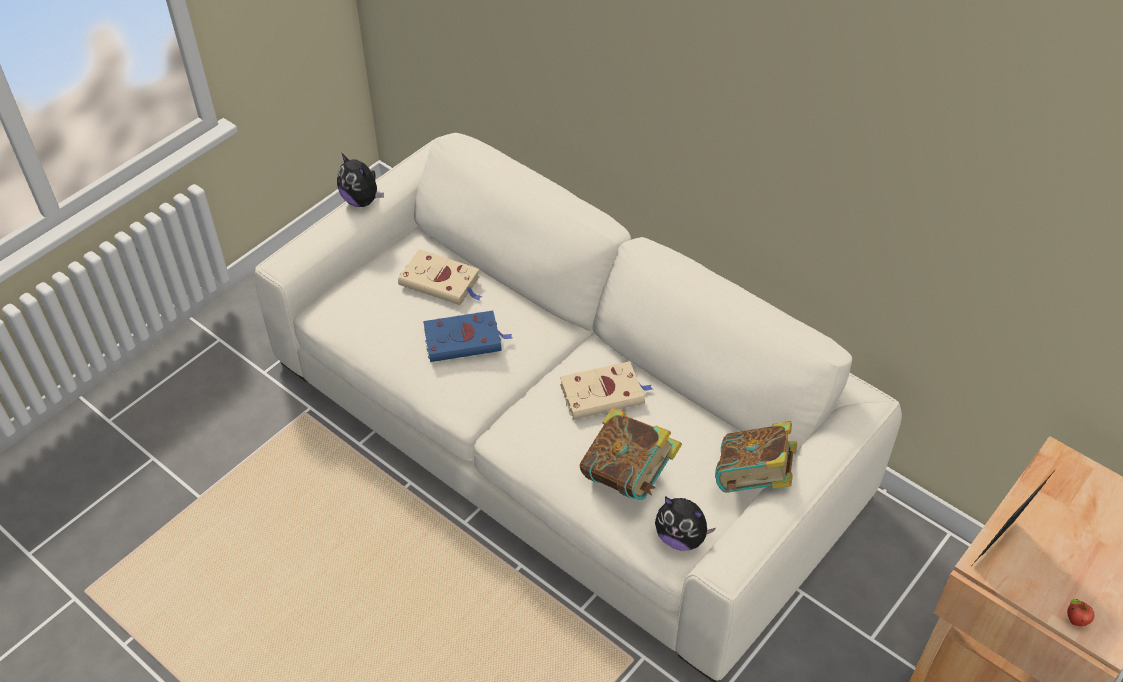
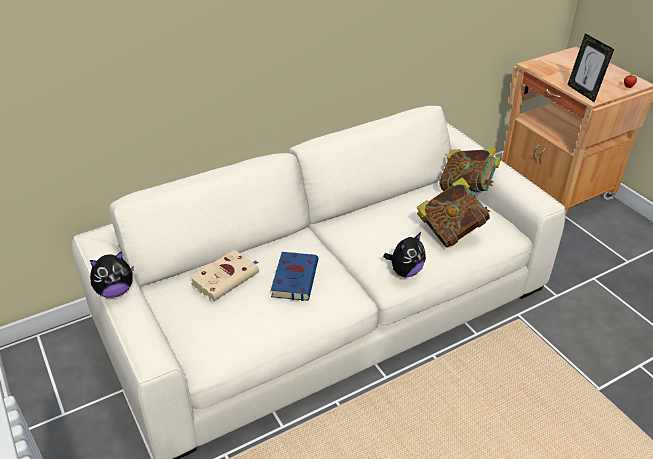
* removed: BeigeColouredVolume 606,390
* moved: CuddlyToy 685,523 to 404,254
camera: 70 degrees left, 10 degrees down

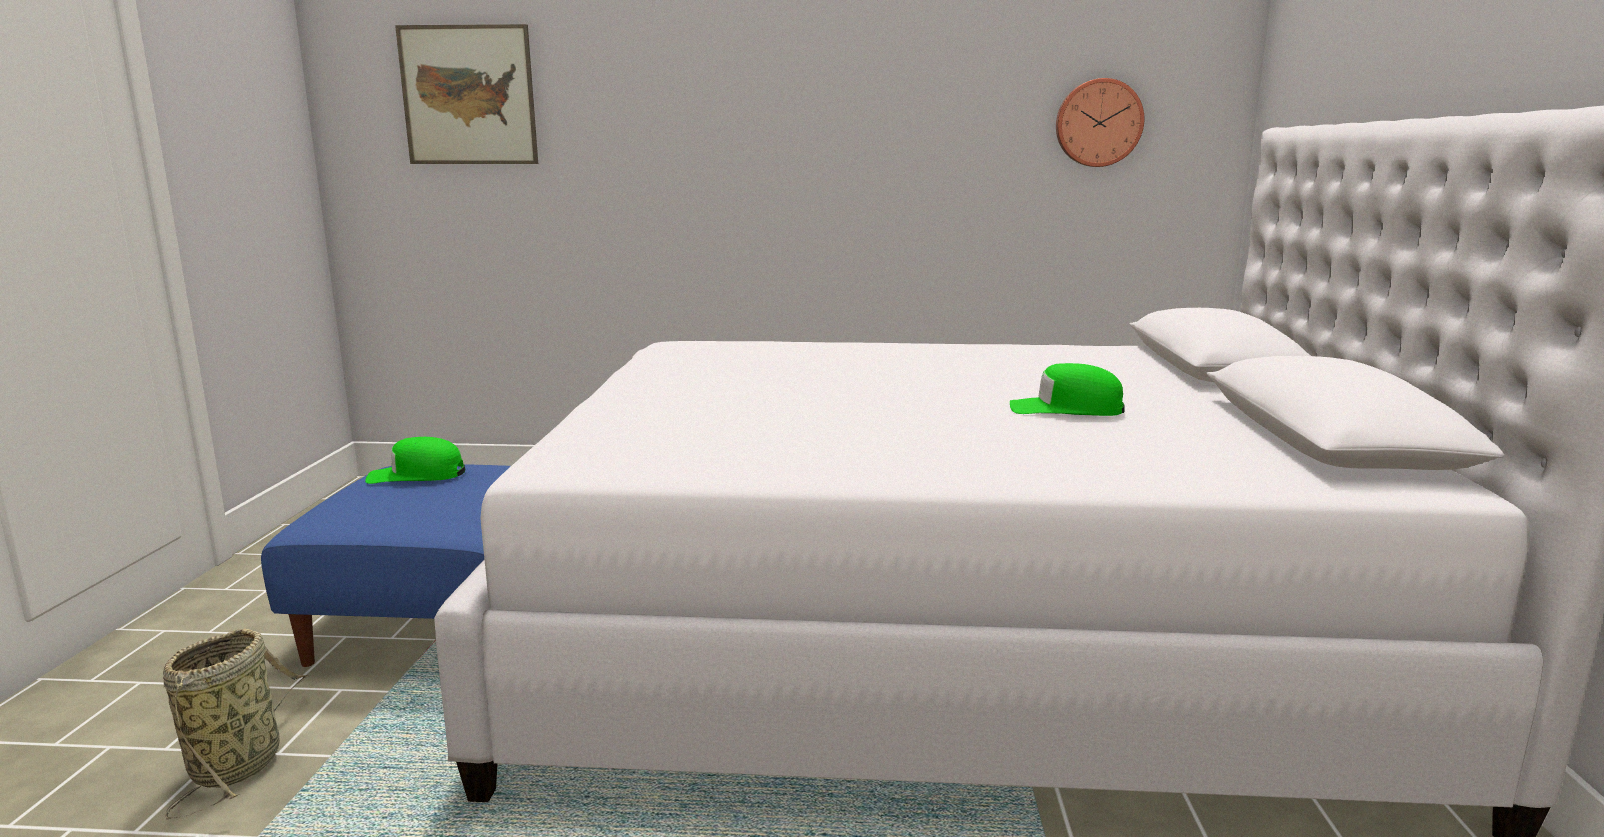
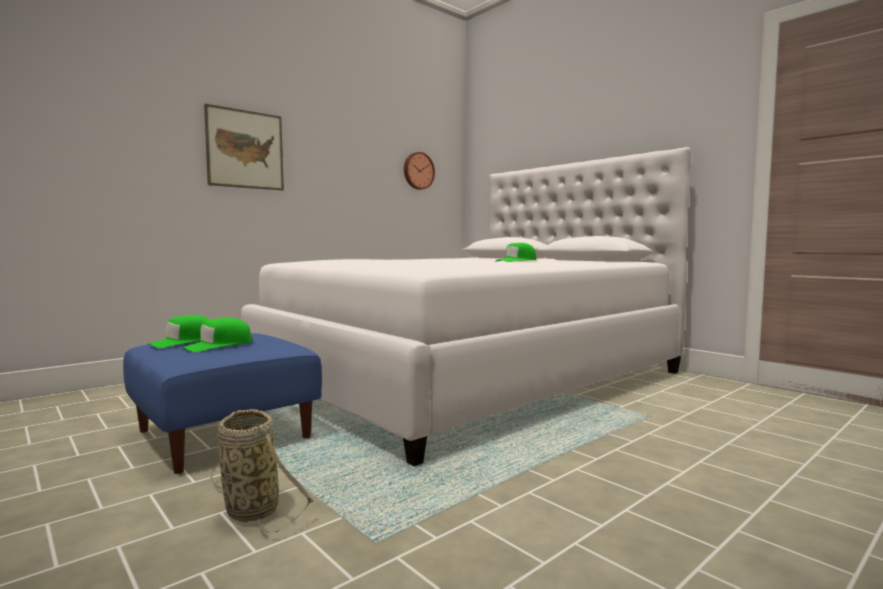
* added: GreenPeakedCap 217,335
* moved: Picture 466,94 to 244,147
camera: 45 degrees left, 10 degrees down

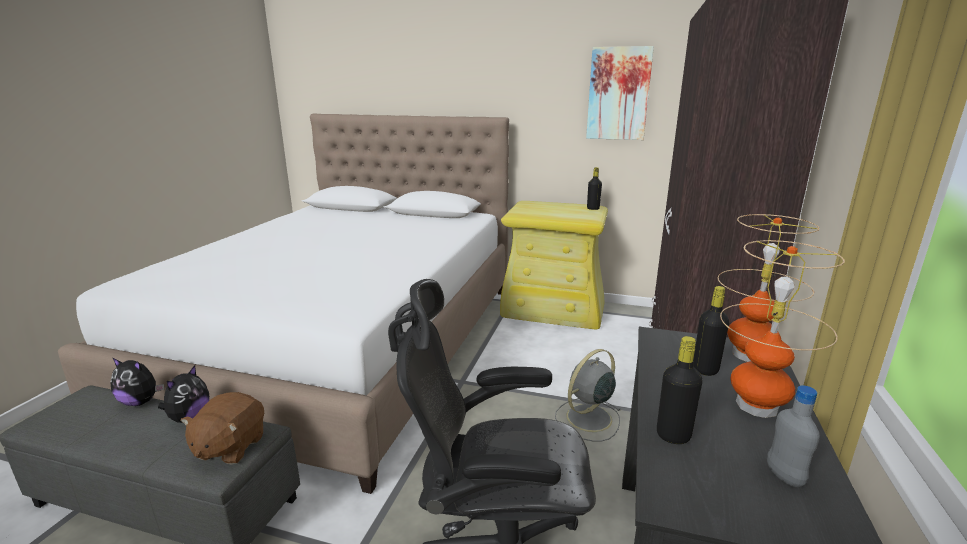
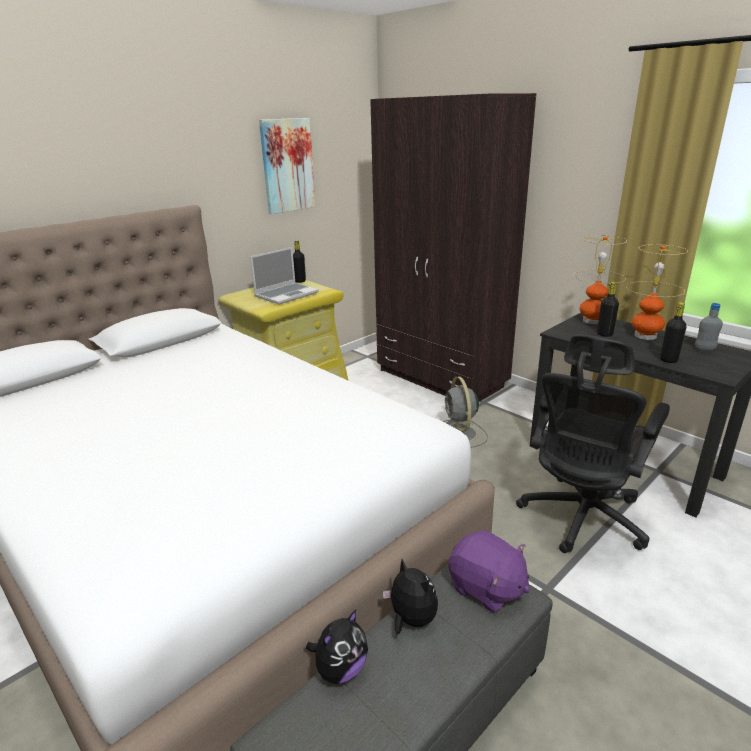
* added: PortableComputer 284,276
* recoloured: BrownCuddlyToy 222,428 to PurplishCuddlyToy 489,571
camera: 60 degrees left, 5 degrees up

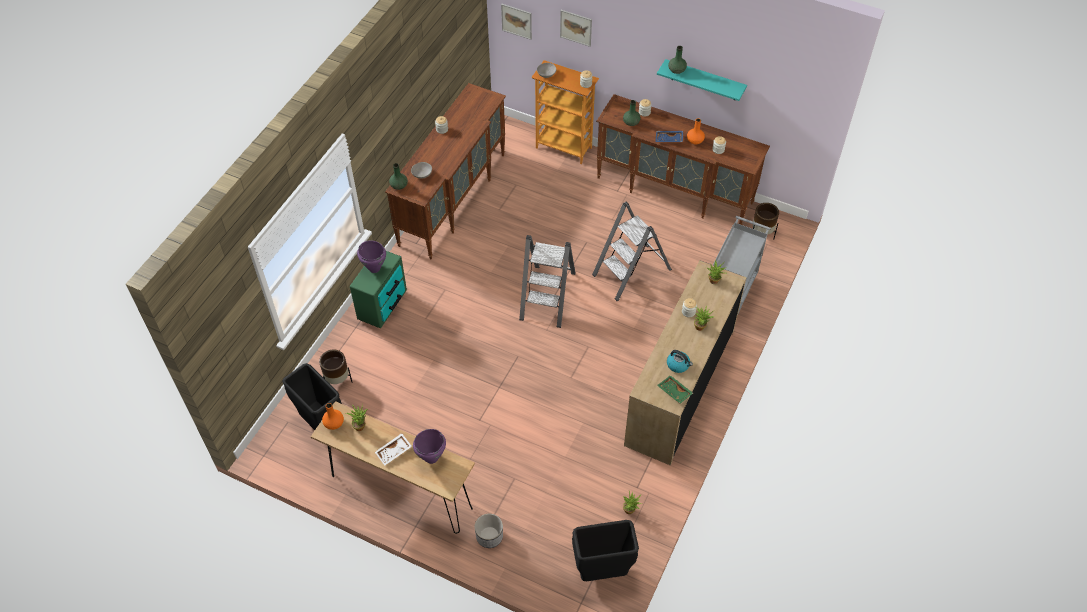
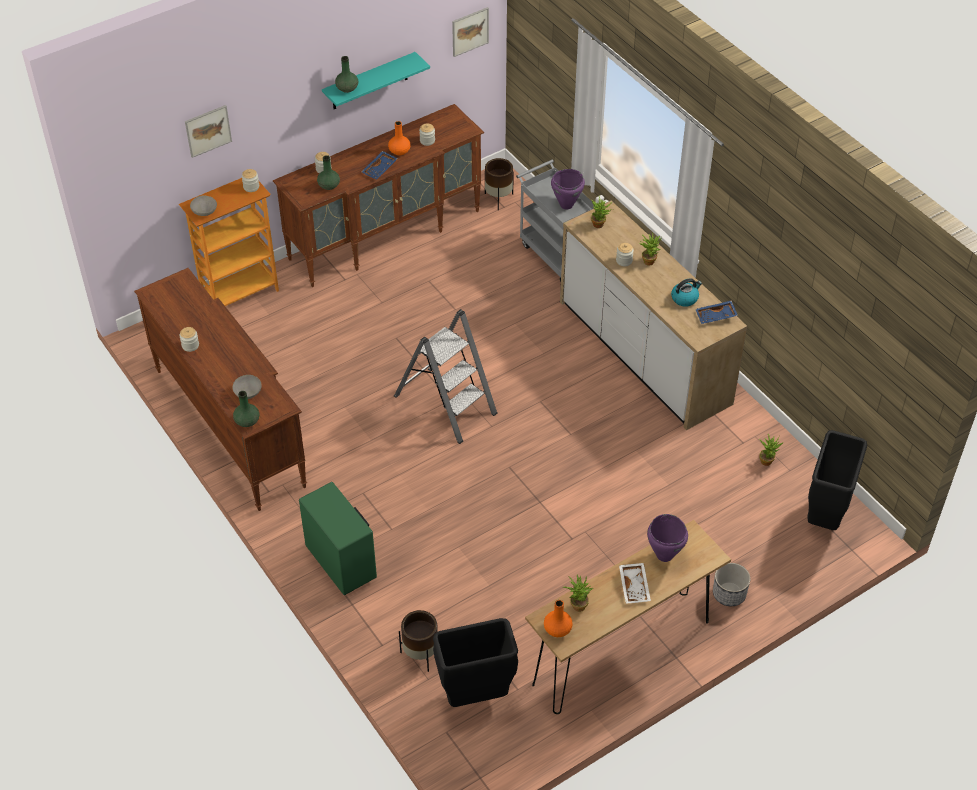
* removed: GreyStepLadder 632,251
* moved: PurplishSaucepot 371,257 to 568,189
* moved: Picture 516,22 to 470,32
* recoloured: GreenServingTray 675,389 to BlueColouredServingTray 716,312
camera: 60 degrees left, 5 degrees down

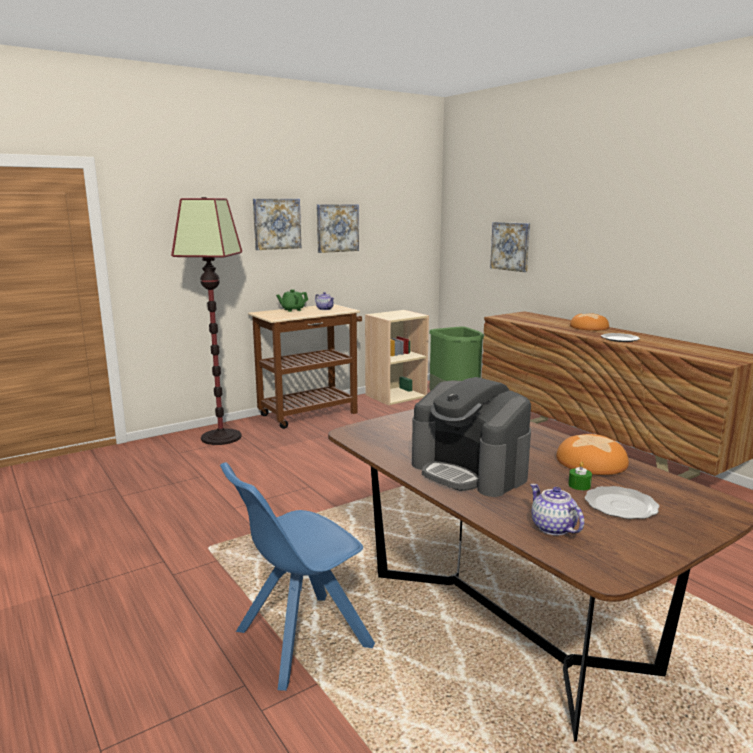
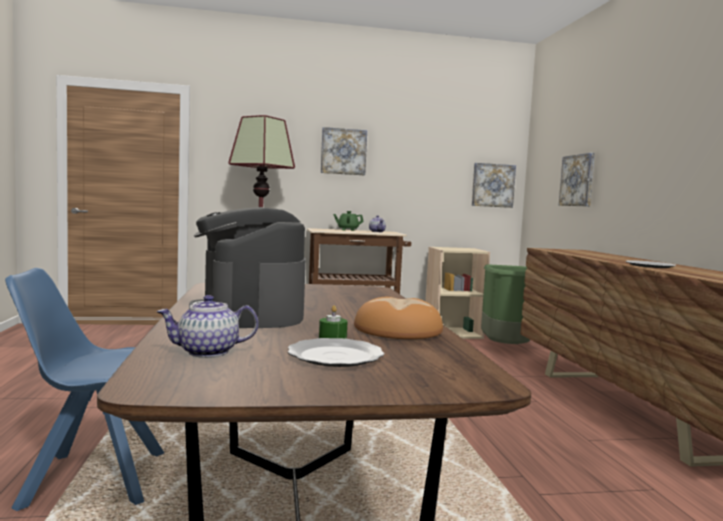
* removed: BakedBread 589,322
* moved: Picture 338,228 to 494,185
* turned: Teapot 557,510 = 207,326 105 degrees counterclockwise
camera: 25 degrees right, 10 degrees down

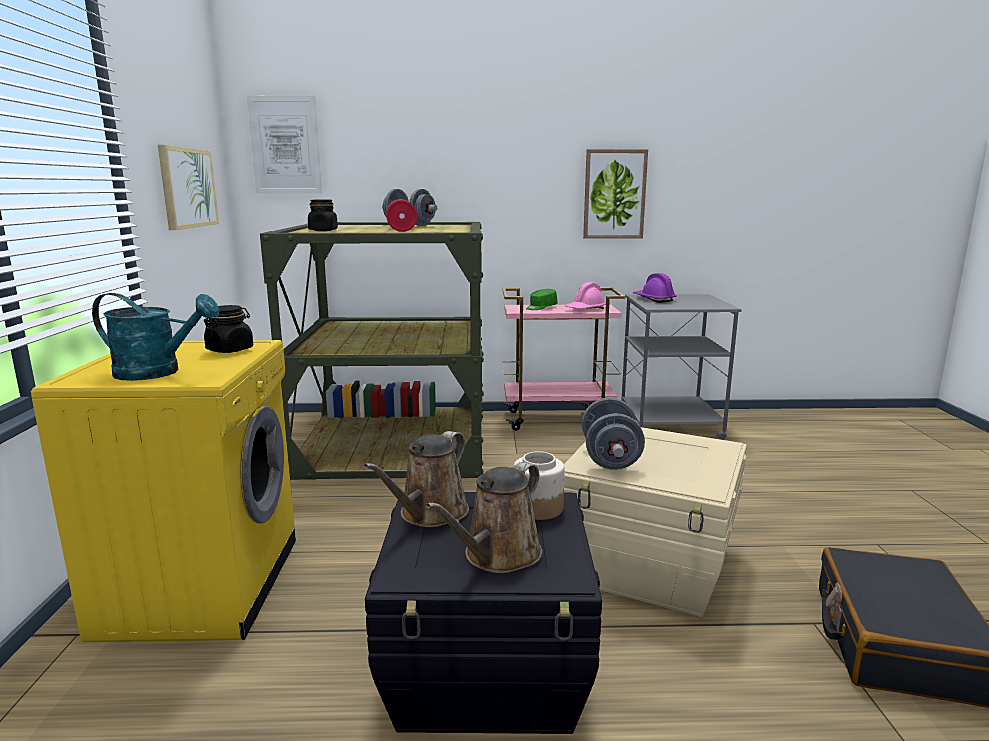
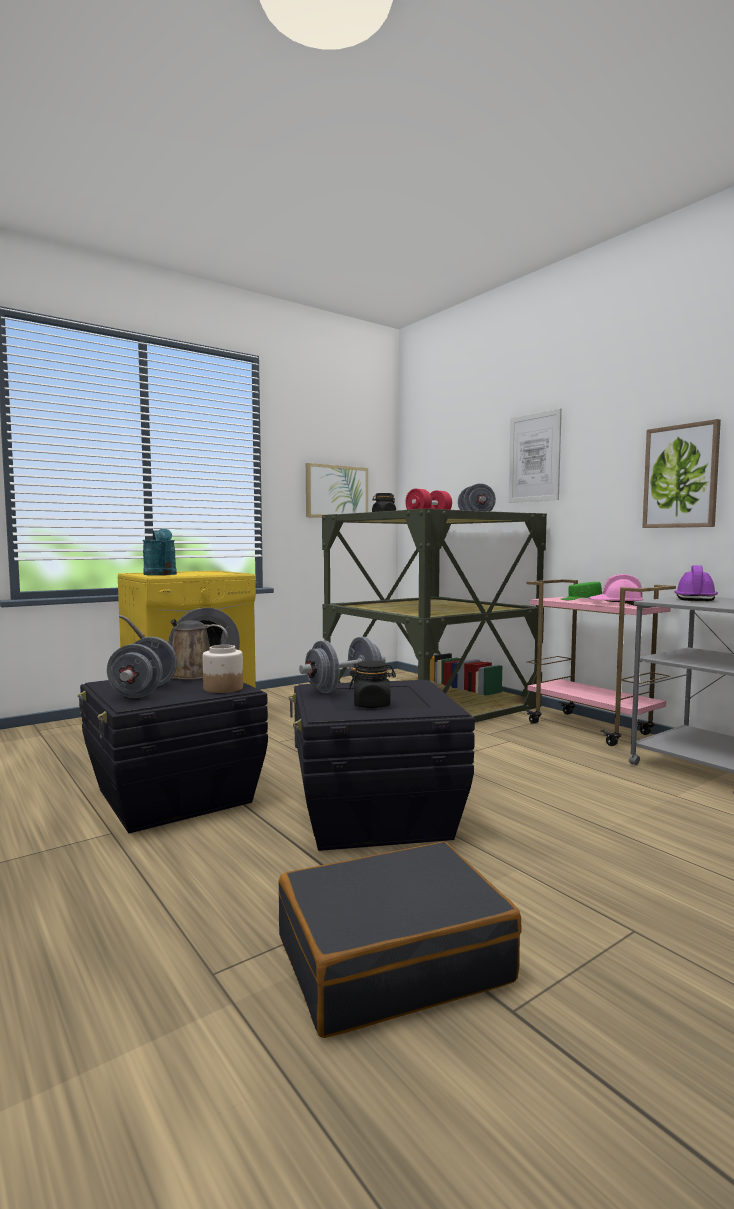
* moved: BlackColouredPreserveJar 228,329 to 372,684
* moved: Picture 284,145 to 535,456
* replaced: BrownSprinklingCan 484,517 to GreyFreeWeight 142,667
* recoloured: BeigeColouredStorageContainer 655,522 to BlackColouredStorageContainer 382,765
camera: 55 degrees right, 10 degrees down

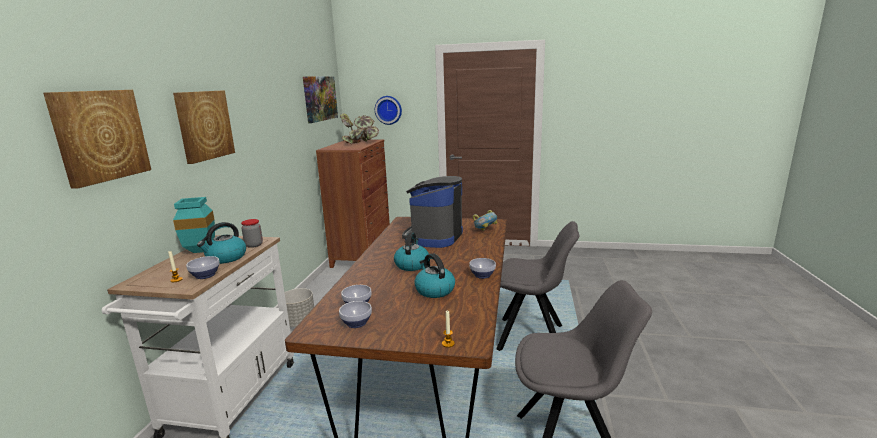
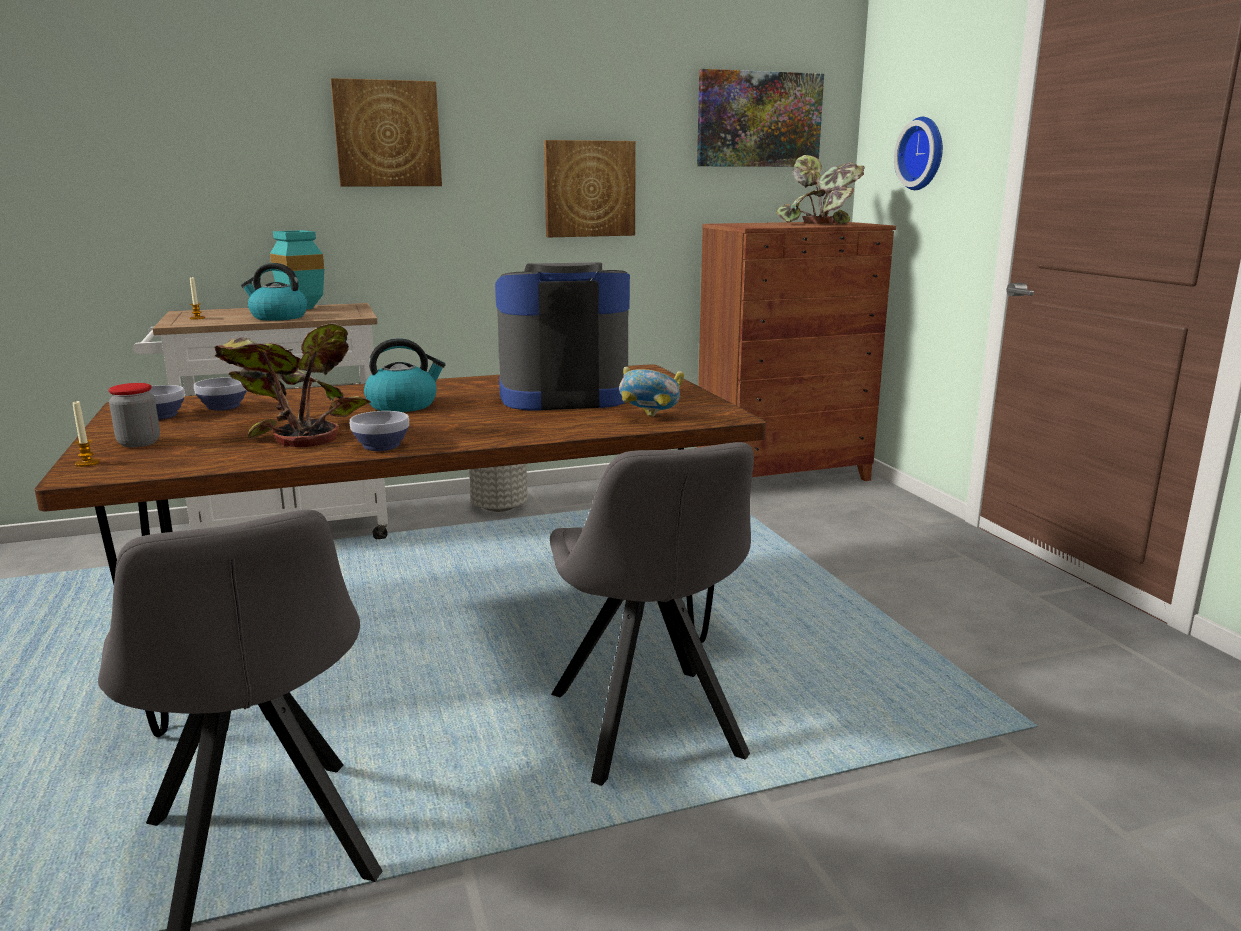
* removed: Bowl 203,267
* moved: Picture 97,139 to 590,188
* moved: PreserveJar 252,233 to 134,415
* replaced: WaterKettle 434,275 to Houseplant 292,385
camera: 60 degrees right, 0 degrees up

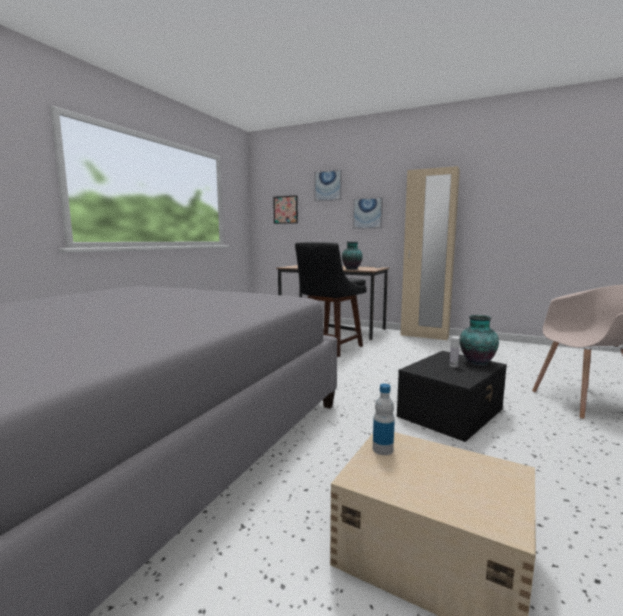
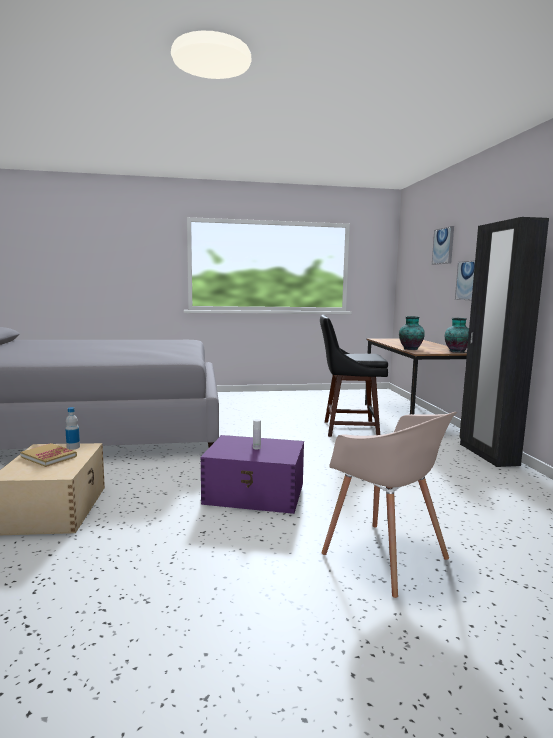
* removed: Picture 285,209
* added: Volume 48,455
* moved: FlowerVase 479,340 to 457,335
* recoloured: BlackColouredStorageContainer 452,396 to PurplishStorageContainer 252,474
* recoloured: BeigeColouredClothesCupboard 430,253 to BlackColouredClothesCupboard 504,342
camera: 55 degrees right, 0 degrees up

